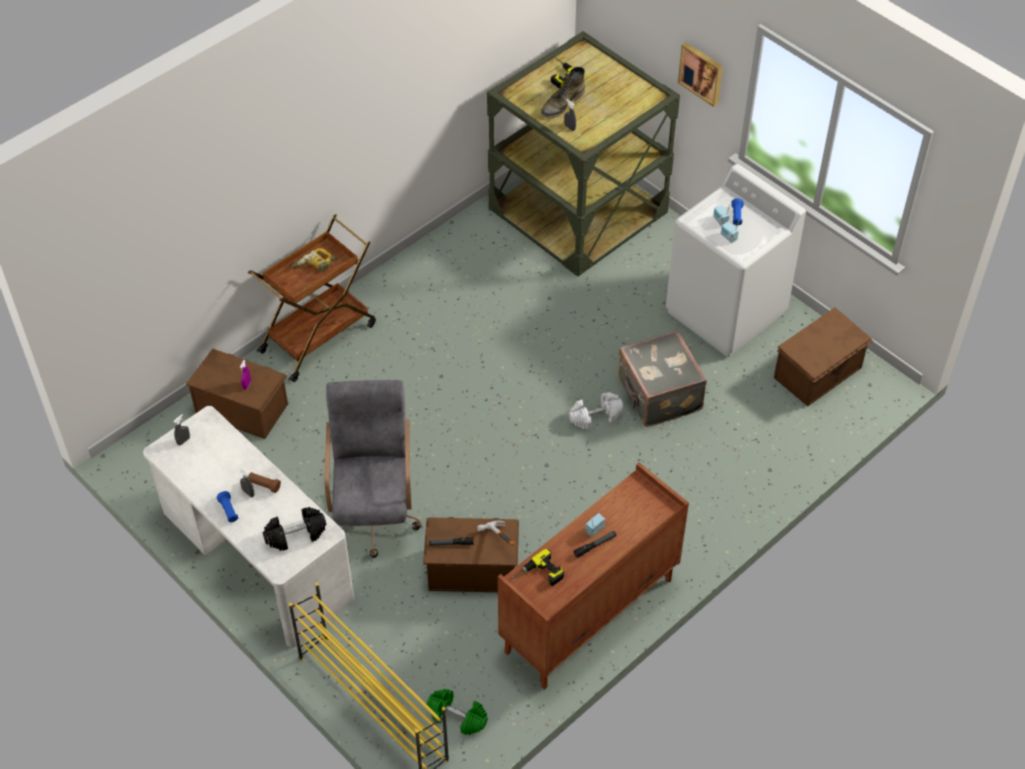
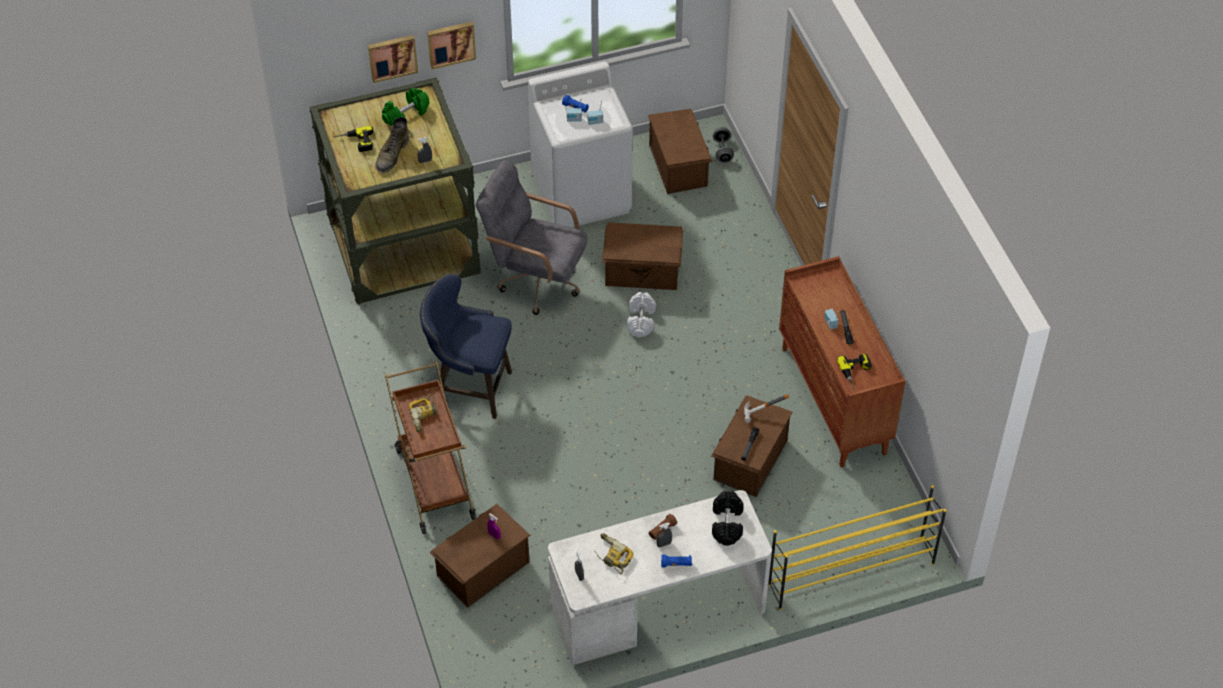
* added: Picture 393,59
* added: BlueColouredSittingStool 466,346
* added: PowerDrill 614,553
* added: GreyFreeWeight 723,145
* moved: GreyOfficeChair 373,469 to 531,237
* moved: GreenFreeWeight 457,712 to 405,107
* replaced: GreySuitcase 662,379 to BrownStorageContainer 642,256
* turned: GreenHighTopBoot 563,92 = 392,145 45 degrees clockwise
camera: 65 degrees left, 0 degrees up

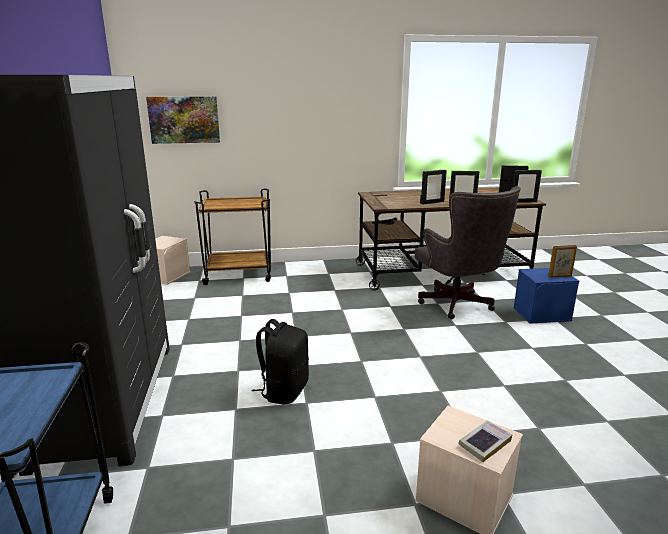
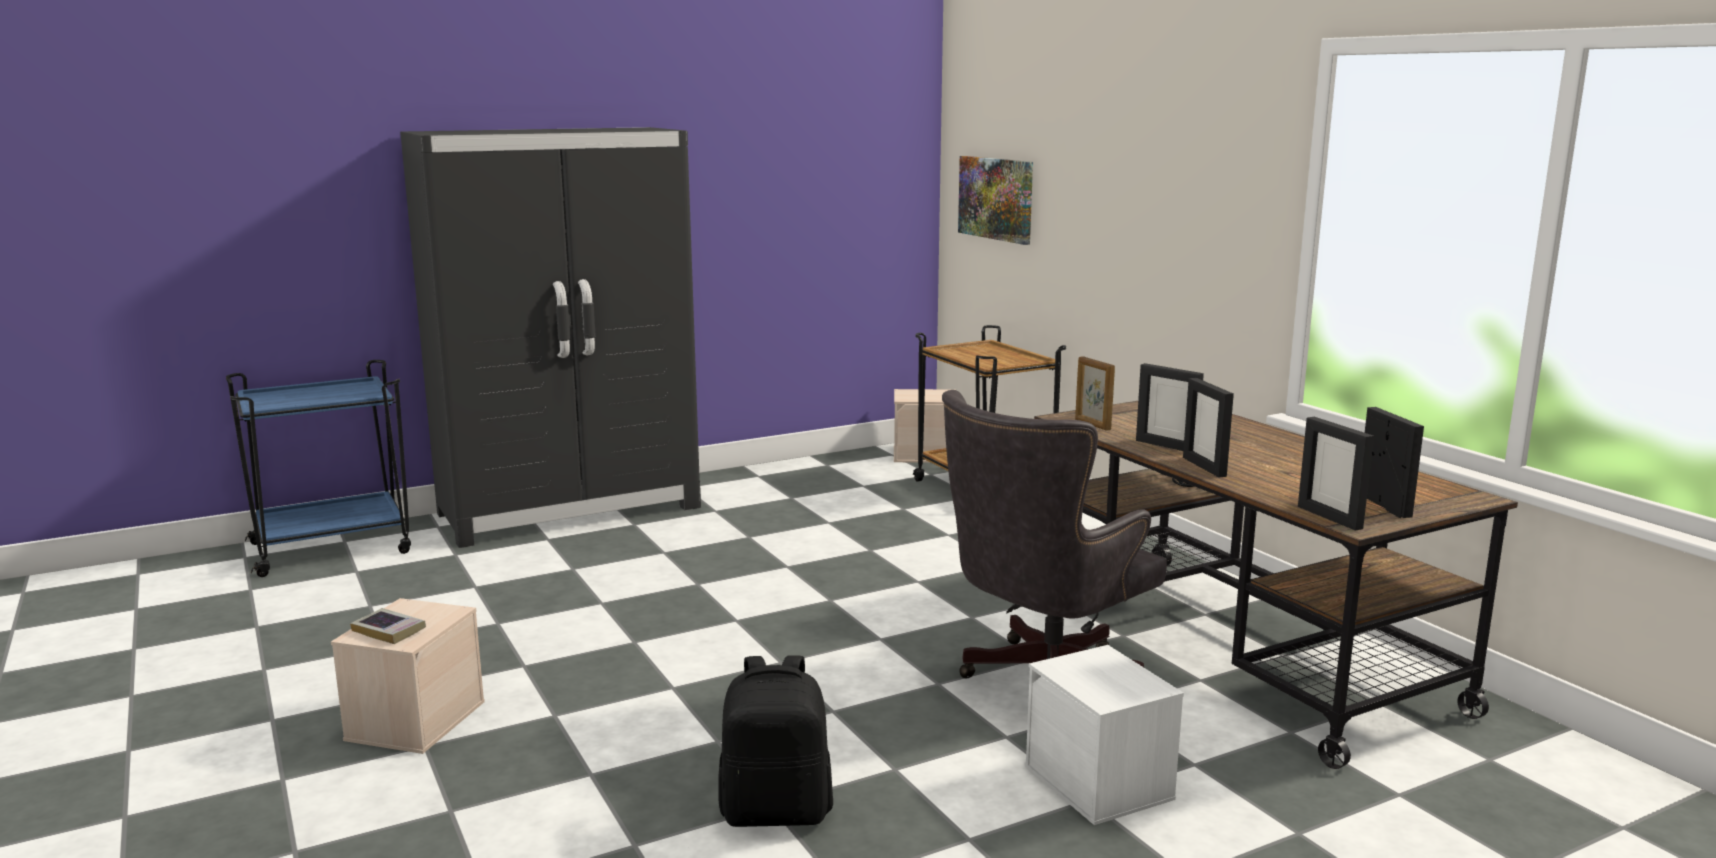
* moved: BlackColouredBackpack 280,362 to 776,741
* moved: PhotoFrame 562,261 to 1095,393
* recoloured: BlueColouredStorageContainer 546,295 to WhitishStorageContainer 1104,735
camera: 70 degrees right, 5 degrees down

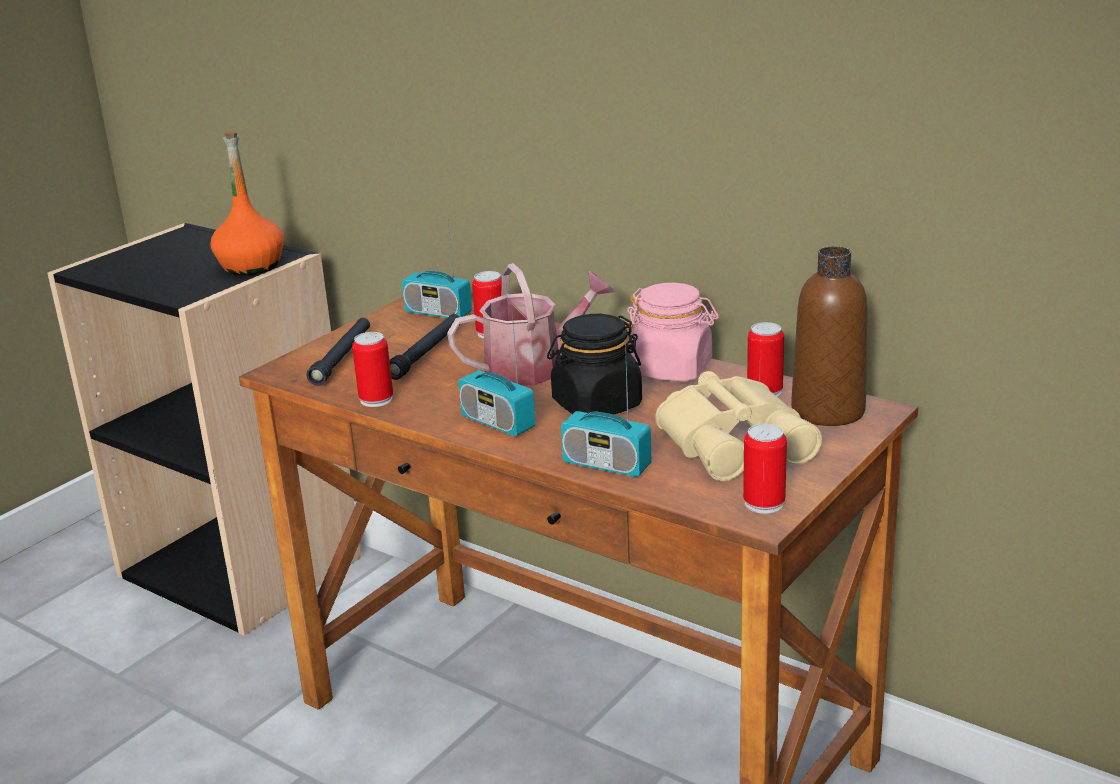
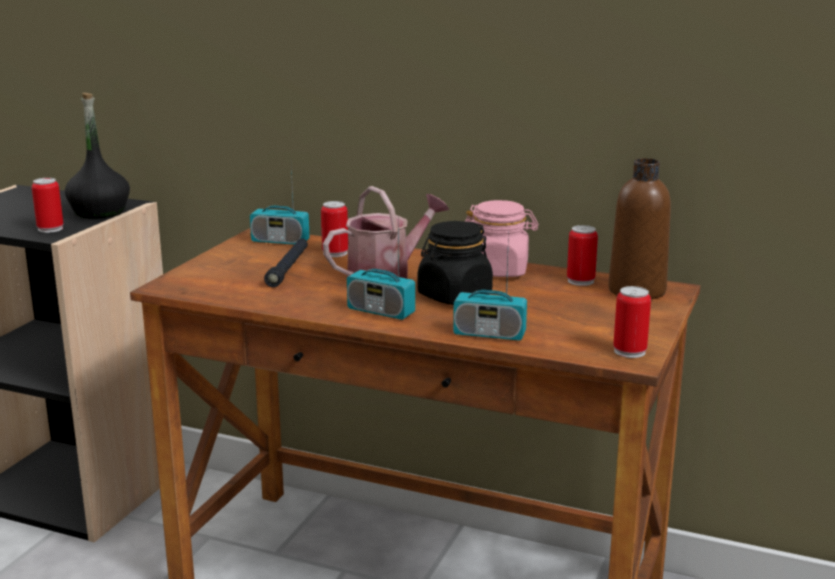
* removed: BlackColouredFlashlight 338,352
* removed: BeigeColouredBinoculars 738,426
* moved: SealedCan 372,369 to 48,205
* recoloured: OrangeBottle 247,202 to BlackColouredBottle 97,156
camera: 15 degrees left, 5 degrees down

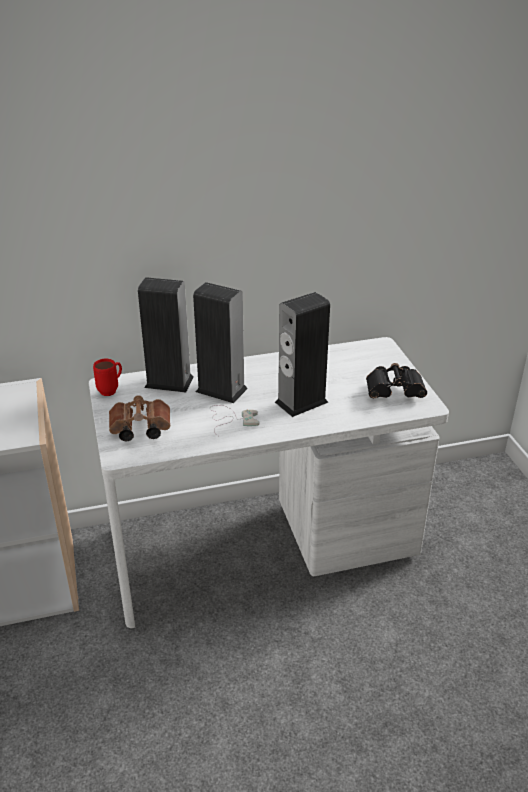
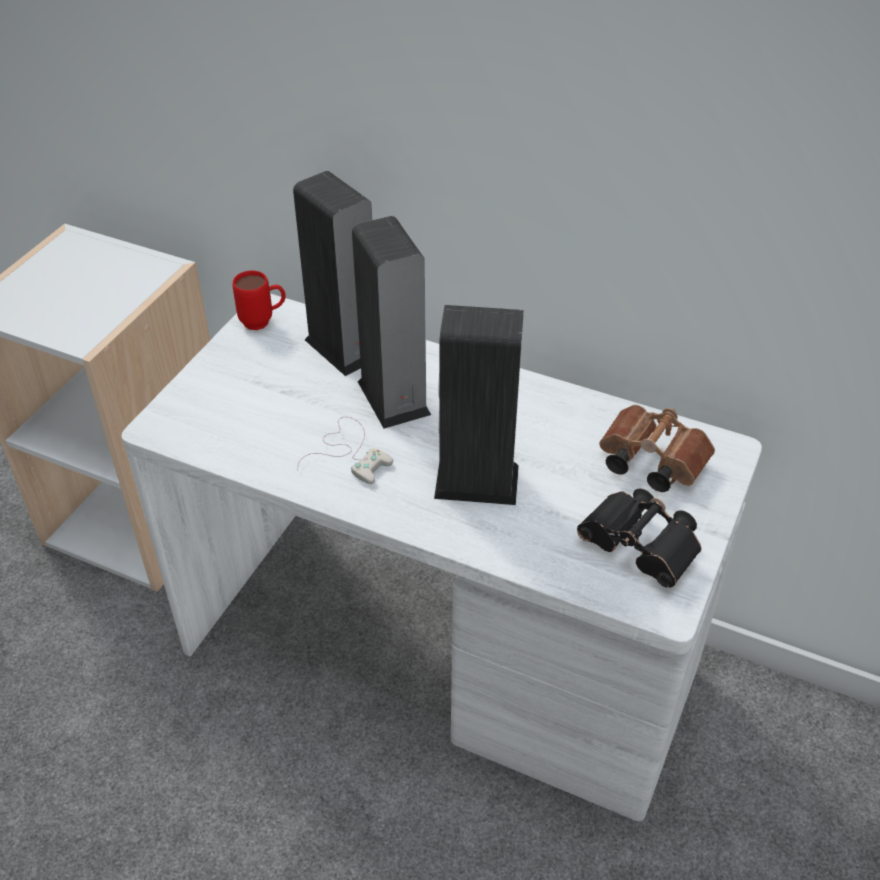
* moved: BrownBinoculars 139,418 to 657,448
camera: 40 degrees right, 10 degrees up

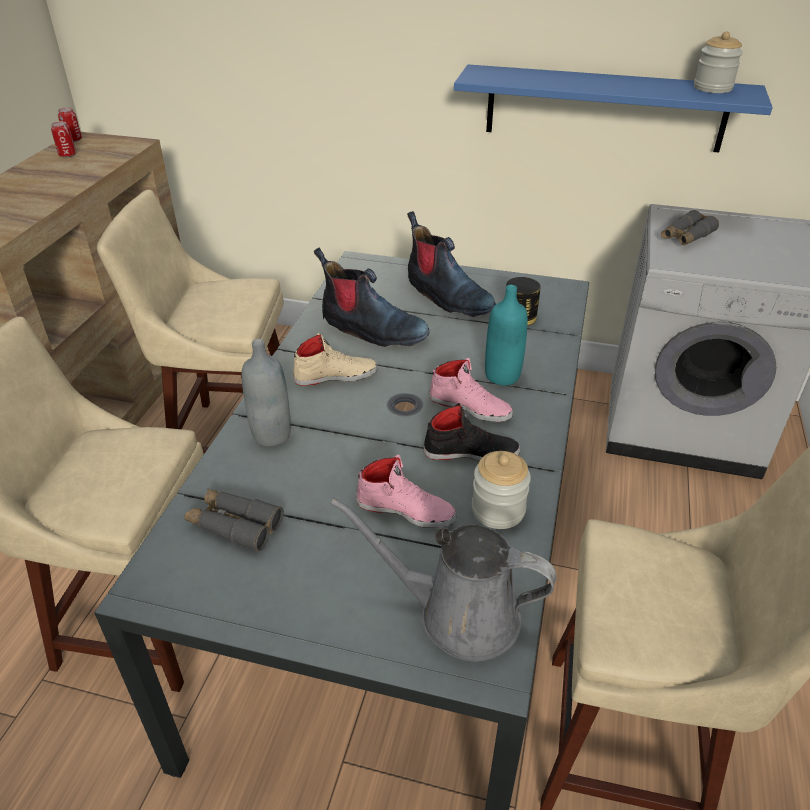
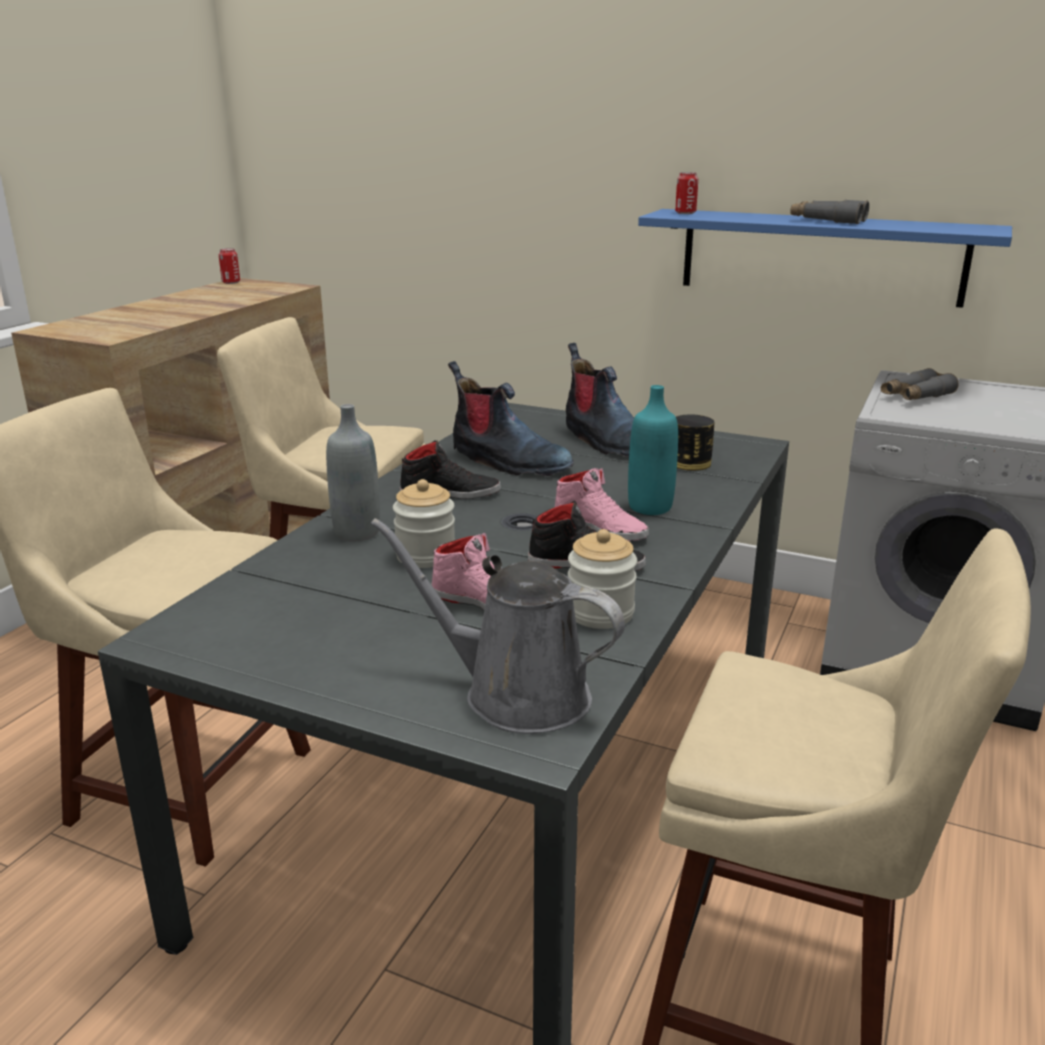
* moved: SealedCan 63,139 to 686,193
* moved: GreyBinoculars 234,520 to 829,212
* moved: PreserveJar 718,62 to 424,523
* recoloured: BeigeColouredLowShoe 335,359 to BlackColouredLowShoe 450,469
camera: 10 degrees right, 15 degrees down

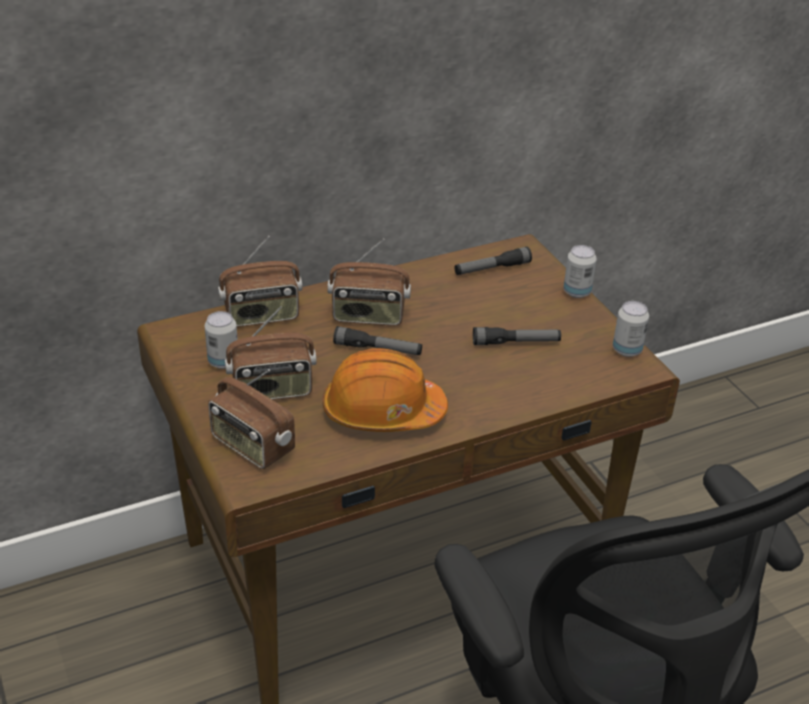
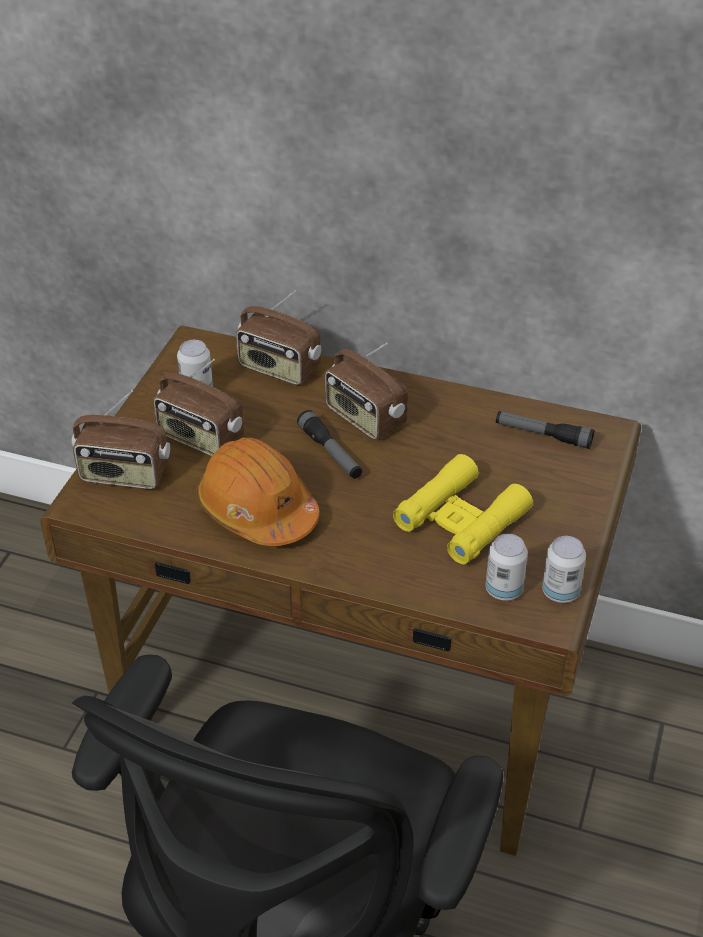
* moved: SealedCan 580,271 to 507,567
* replaced: Flashlight 517,336 to YellowColouredBinoculars 463,509
* turned: RadioSet 251,419 = 120,439 75 degrees counterclockwise
camera: 45 degrees right, 5 degrees up

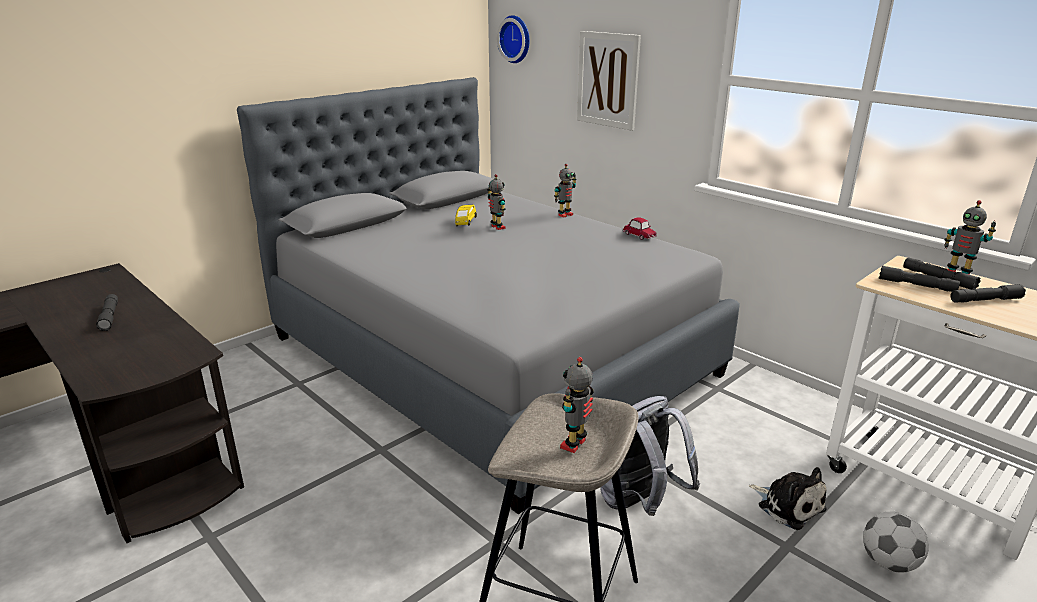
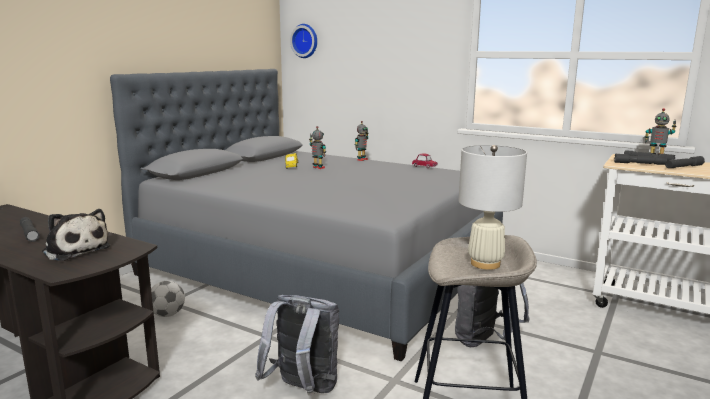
* removed: Picture 609,81
* added: GreyBackpack 297,345
* moved: CuddlyToy 788,498 to 76,235
* moved: Football 896,542 to 168,299
* replaced: ToyRobot 576,405 to WhitishLampForATable 493,207
camera: 15 degrees left, 10 degrees down

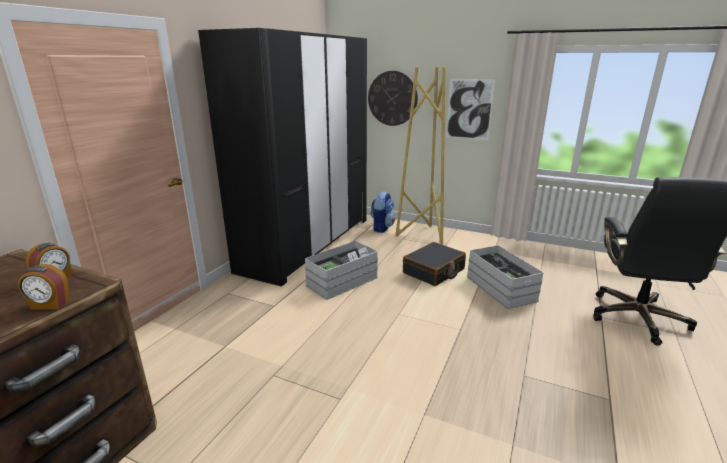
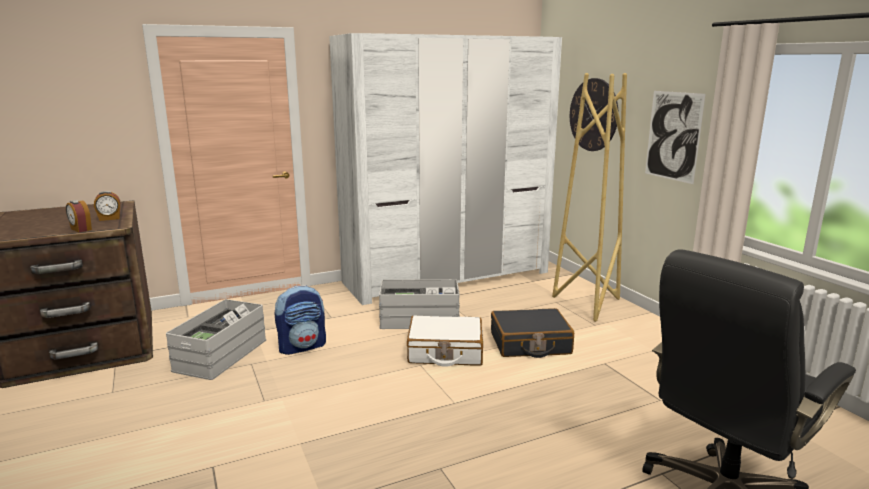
* added: WhitishSuitcase 445,341
* moved: Backpack 383,212 to 300,320
* moved: GreyStorageContainer 505,277 to 216,339
* recoloured: BlackColouredClothesCupboard 282,157 to WhitishClothesCupboard 445,169
camera: 40 degrees right, 5 degrees down

